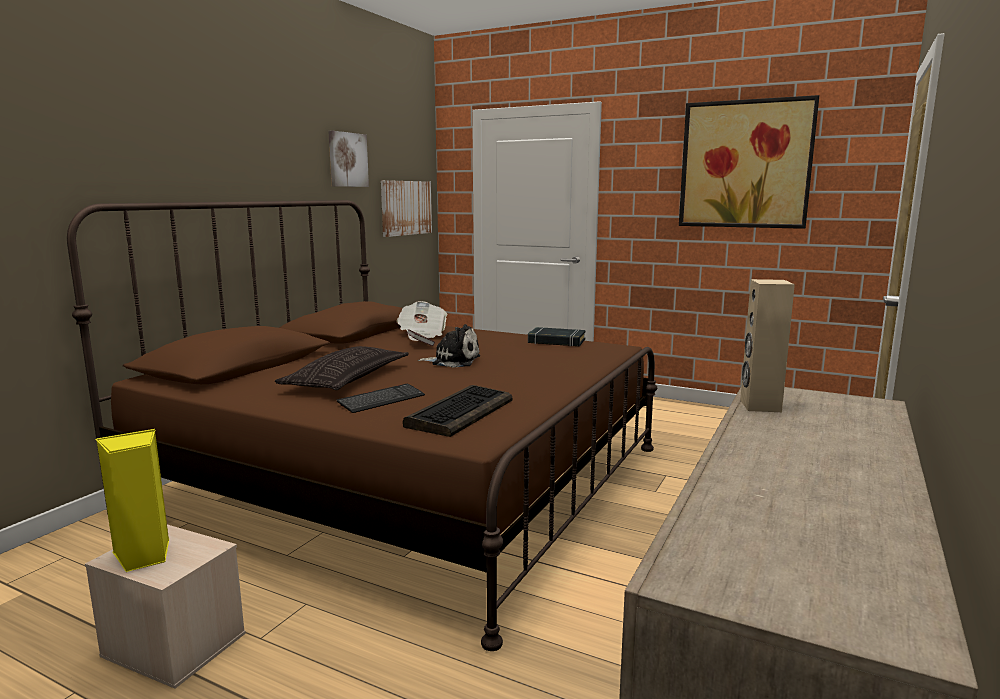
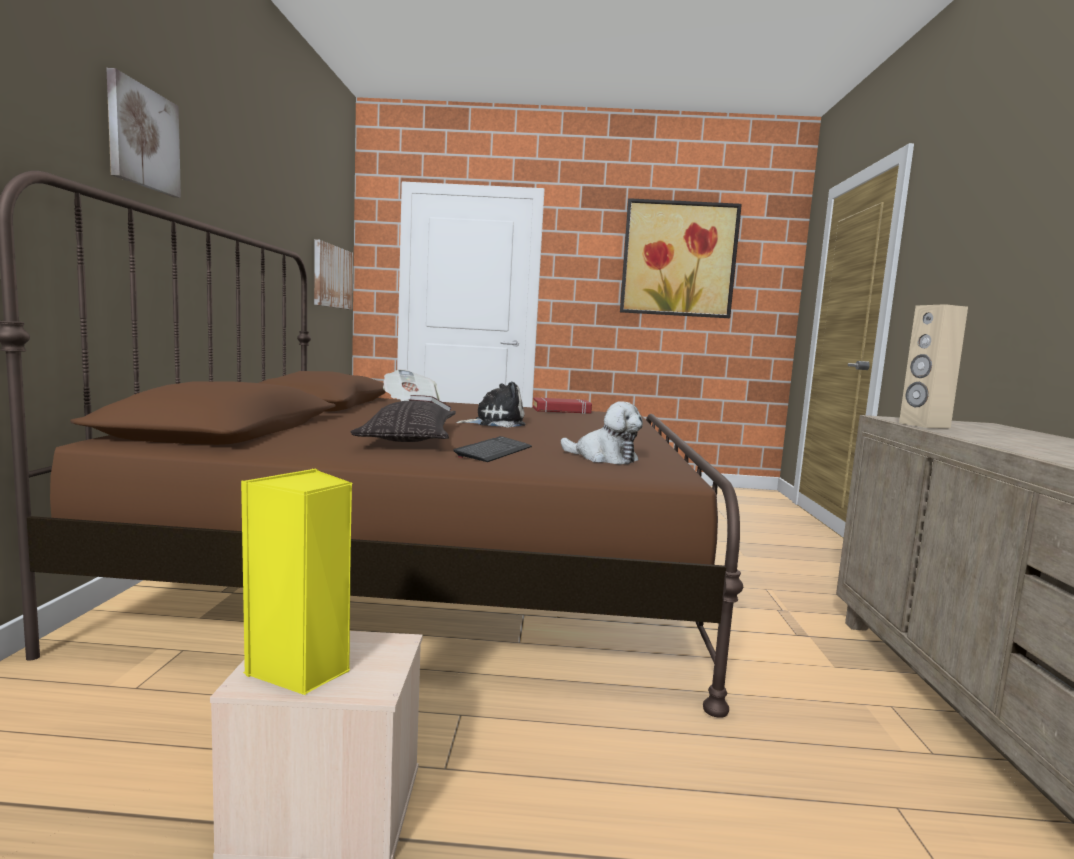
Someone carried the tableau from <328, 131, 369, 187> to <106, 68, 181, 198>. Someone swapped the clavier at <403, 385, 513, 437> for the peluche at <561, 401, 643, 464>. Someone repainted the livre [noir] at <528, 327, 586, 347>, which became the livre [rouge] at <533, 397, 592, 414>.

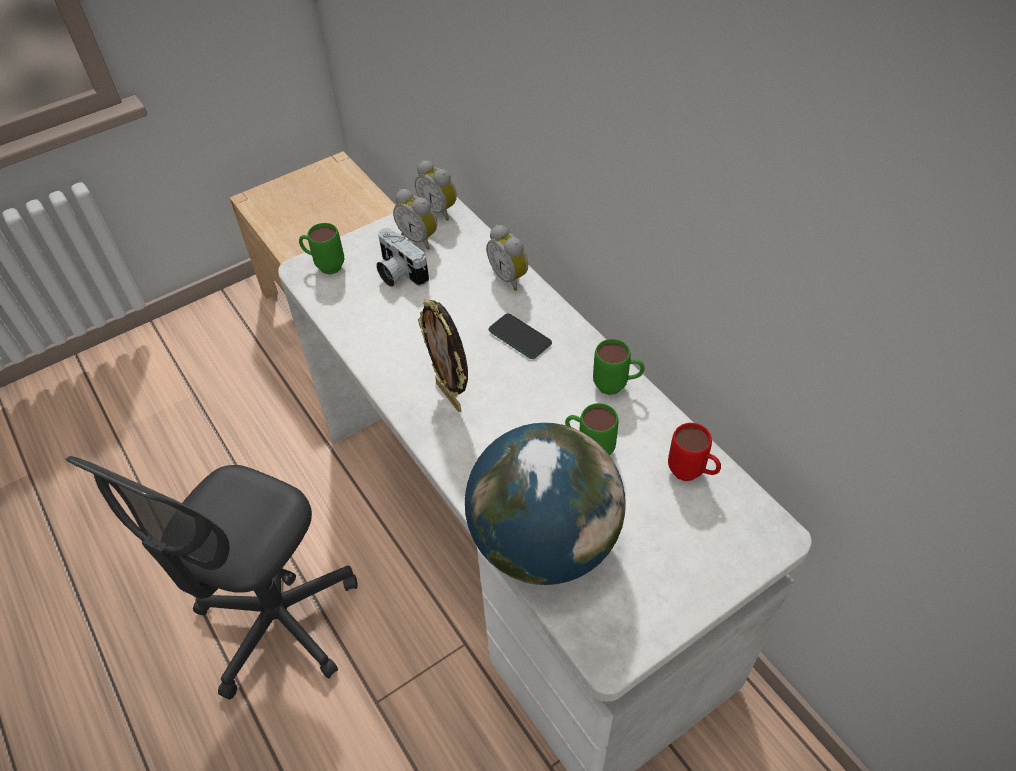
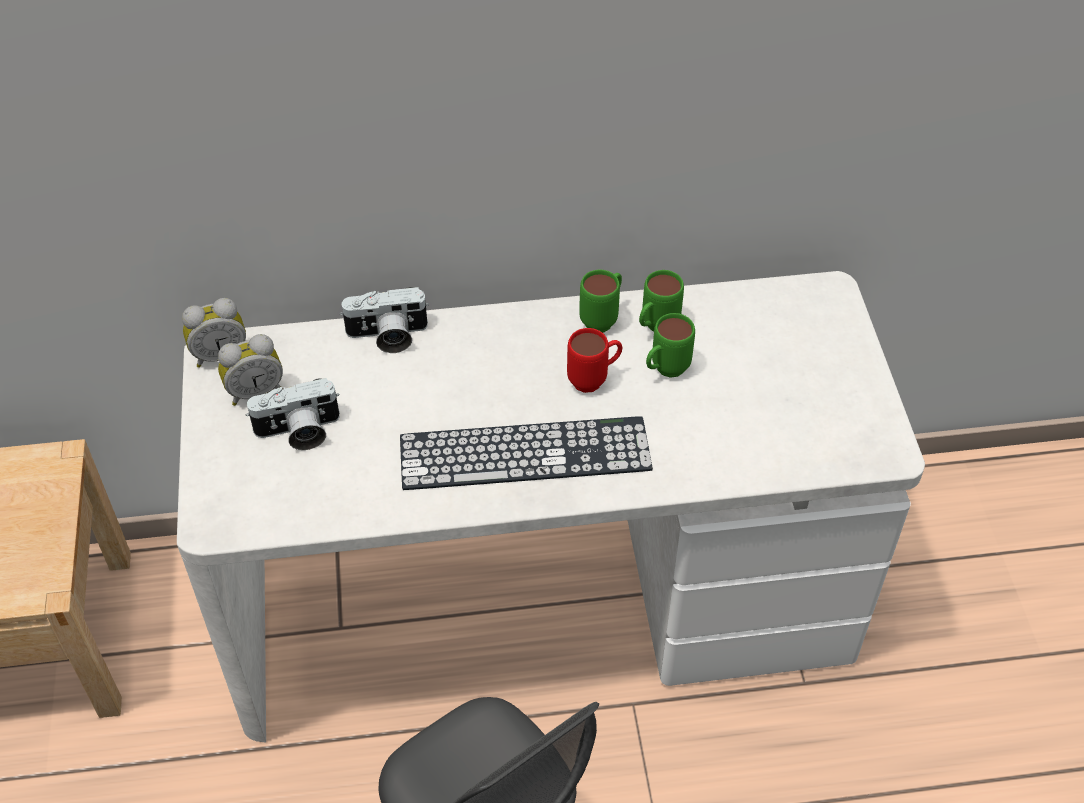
Someone carried the mug [vert] from <299, 223, 344, 274> to <639, 270, 684, 332>. Someone swapped the cadre photo at <418, 299, 468, 412> for the clavier at <400, 416, 653, 490>. Someone took away the globe at <465, 423, 625, 585>. Someone swapped the réveil at <486, 225, 528, 291> for the appareil photo at <340, 287, 429, 353>. Someone took away the téléphone at <488, 313, 552, 359>. Someone carried the mug [rouge] from <668, 423, 721, 481> to <567, 328, 622, 393>.

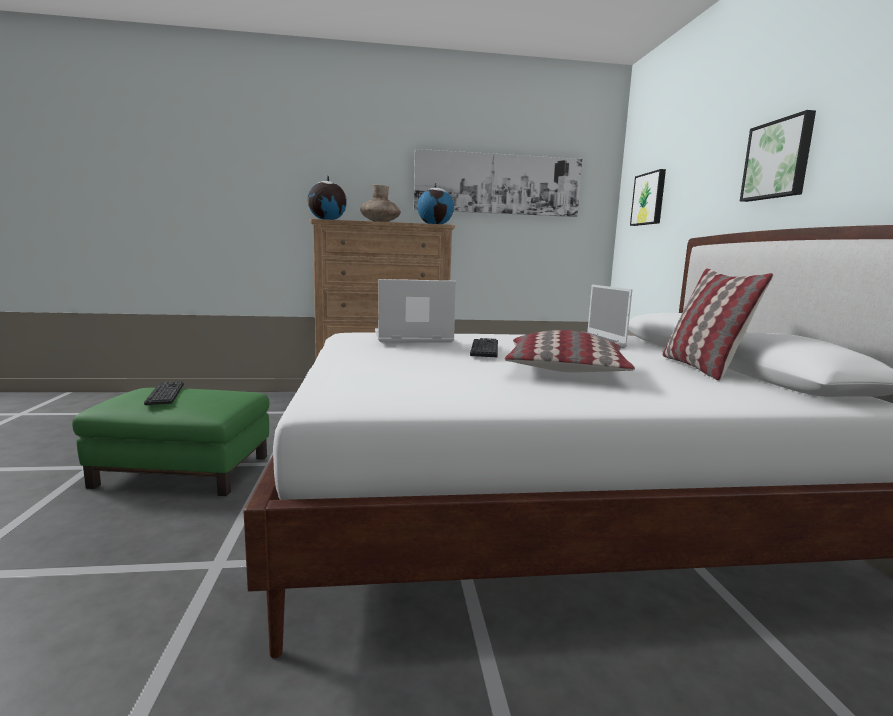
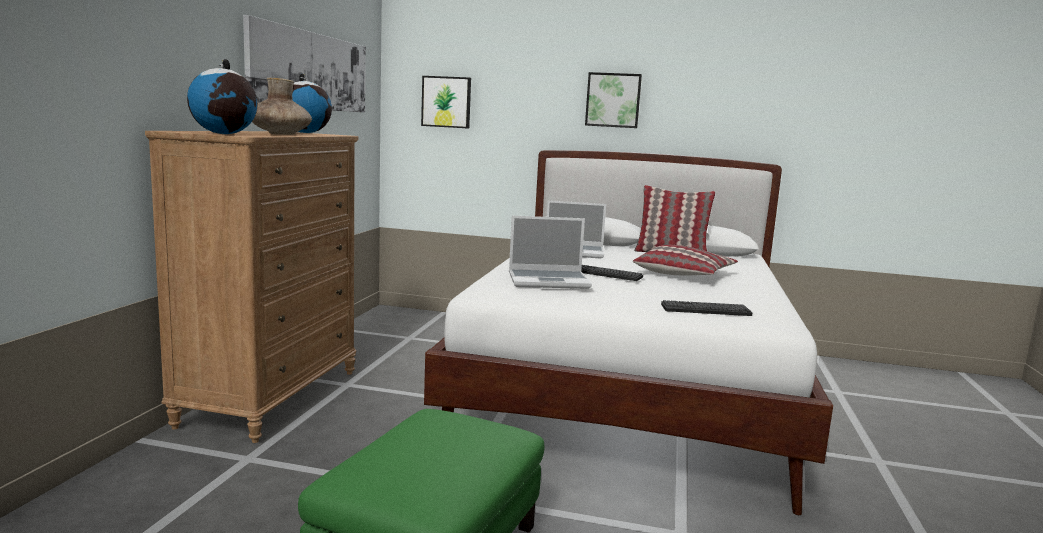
Someone carried the clavier from <144, 381, 184, 405> to <661, 300, 752, 316>. Someone rotated the ordinateur portable at <375, 279, 456, 342> by 105 degrees counterclockwise.

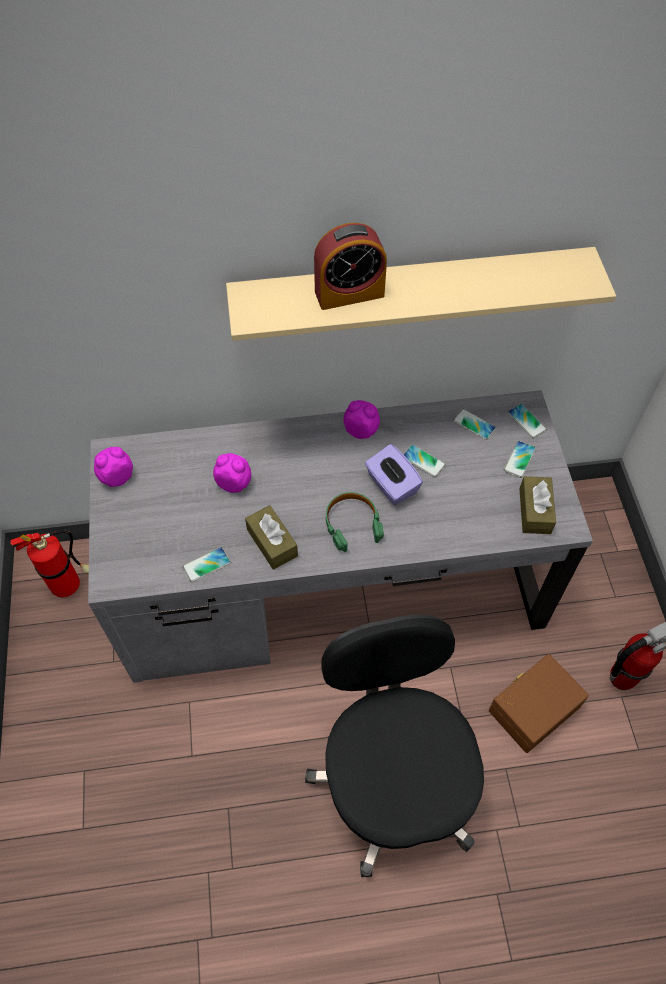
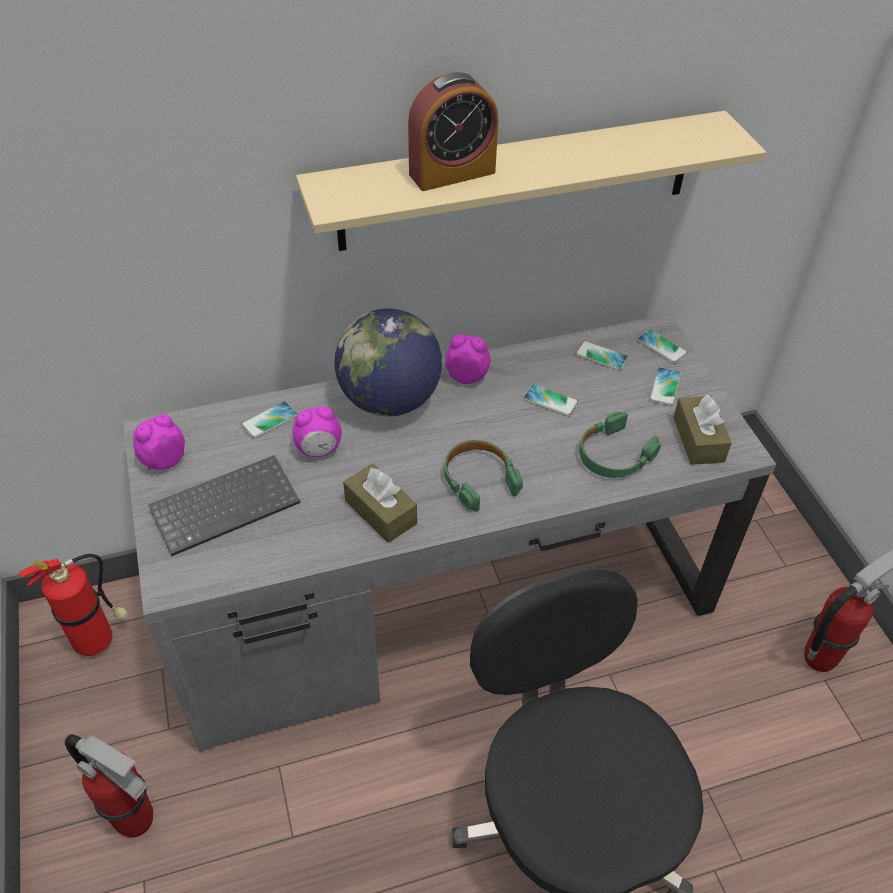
Someone carried the téléphone from <182, 547, 231, 582> to <241, 401, 298, 439>. Someone rotated the réveil at <213, 453, 251, 493> by 150 degrees clockwise. Someone took away the boîte à mouchoirs [violet] at <365, 444, 423, 505>. Someone took away the boîte de rangement [marron] at <489, 654, 589, 753>. Someone put down the extincteur at <65, 734, 153, 838>. Someone put down the clavier at <148, 455, 300, 557>. Someone put down the globe at <334, 309, 442, 417>. Someone put down the casque audio [vert] at <579, 412, 661, 478>.

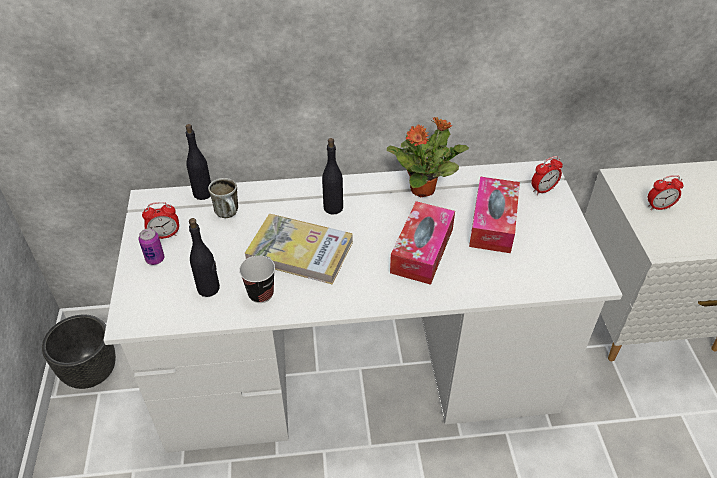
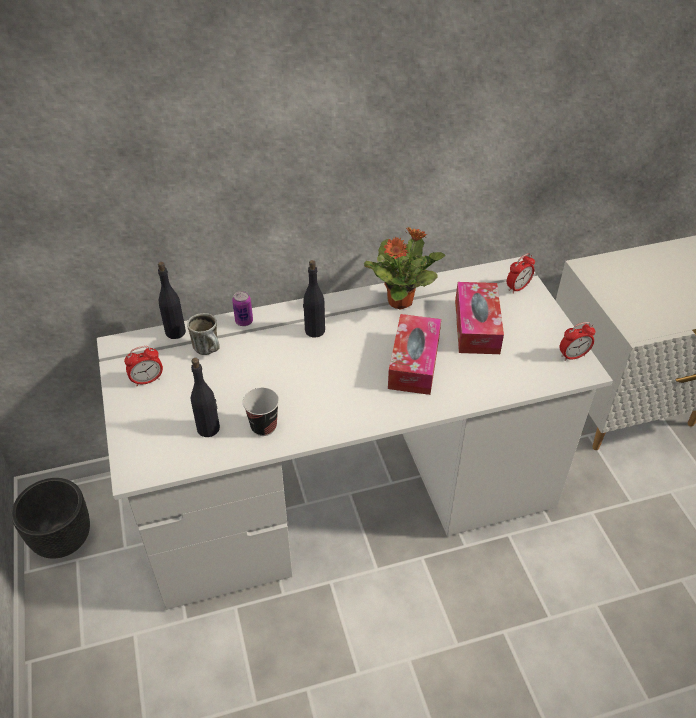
Someone carried the boîte métallique from <139, 228, 165, 265> to <232, 291, 253, 326>. Someone took away the livre at <244, 214, 353, 285>. Someone carried the réveil from <648, 175, 684, 210> to <560, 322, 596, 361>.

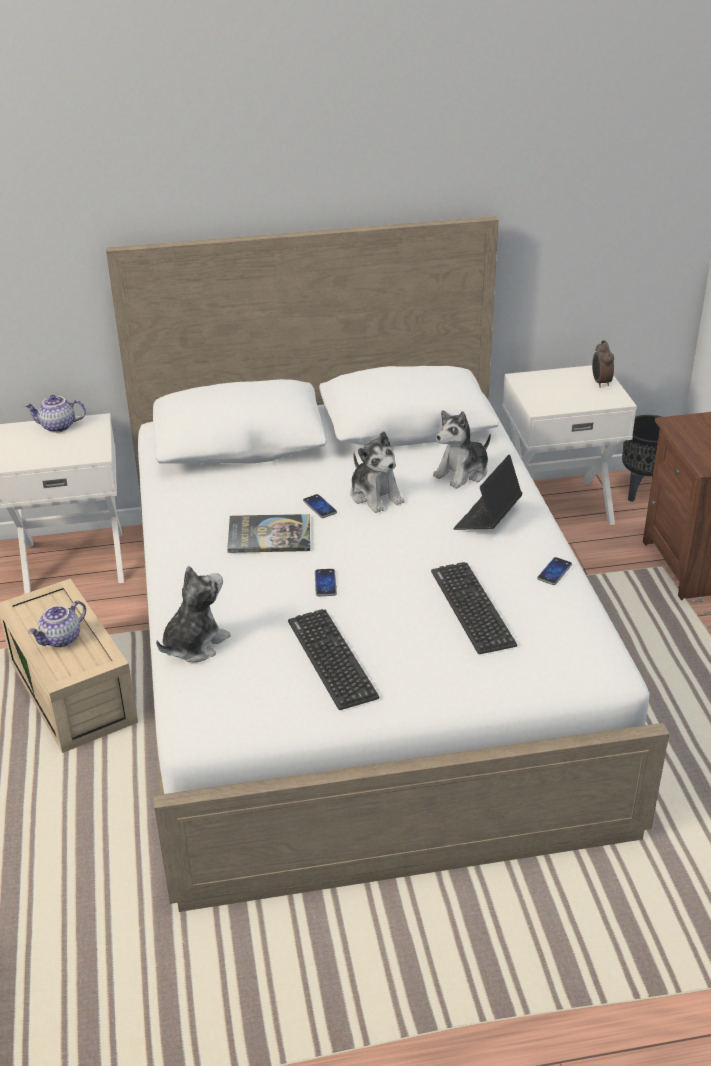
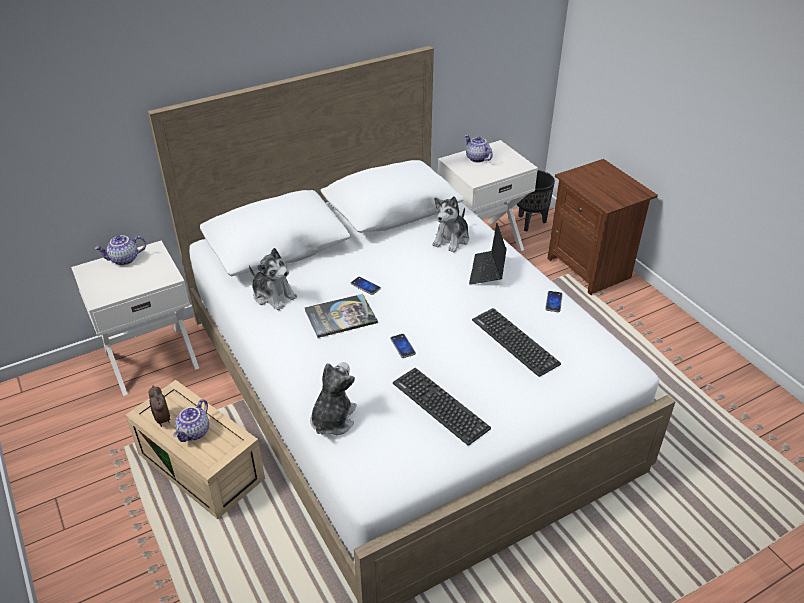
Someone carried the peluche from <350, 431, 404, 513> to <249, 248, 297, 310>. Someone carried the réveil from <592, 340, 614, 388> to <149, 385, 170, 427>. Someone put down the théière at <465, 135, 493, 163>.

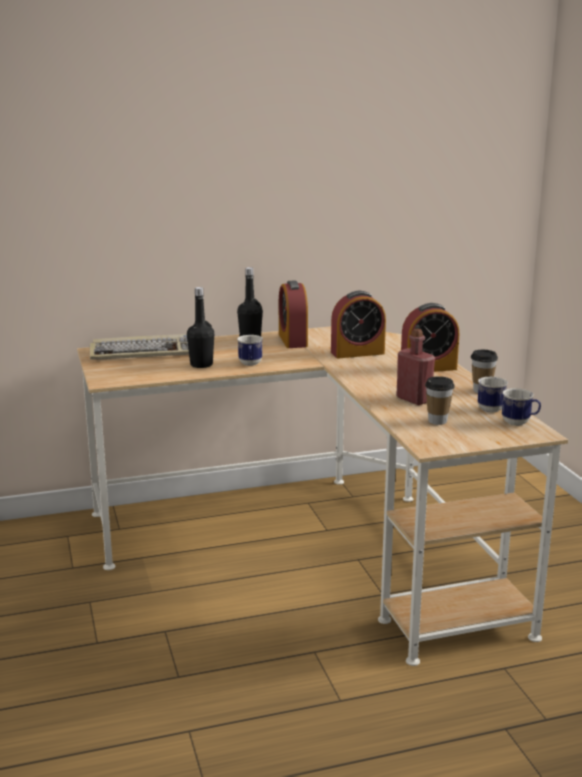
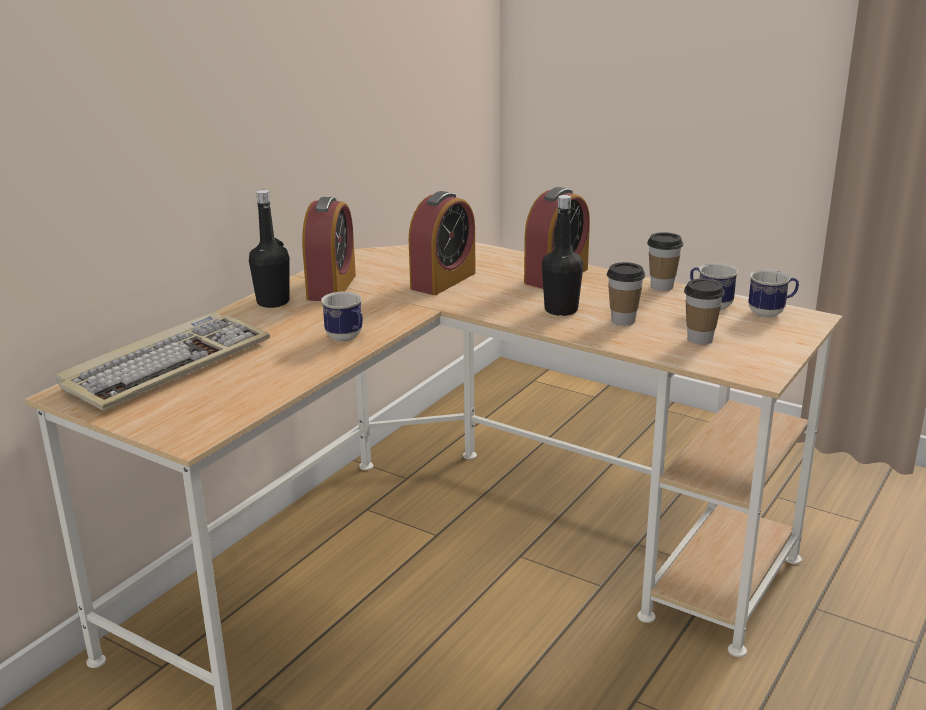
Someone carried the bouteille [noir] from <187, 287, 214, 368> to <542, 195, 583, 316>. Someone rotated the réveil at <279, 280, 308, 348> by 120 degrees counterclockwise. Someone swapped the bouteille [rouge] at <396, 328, 435, 405> for the tasse at <607, 262, 645, 325>.

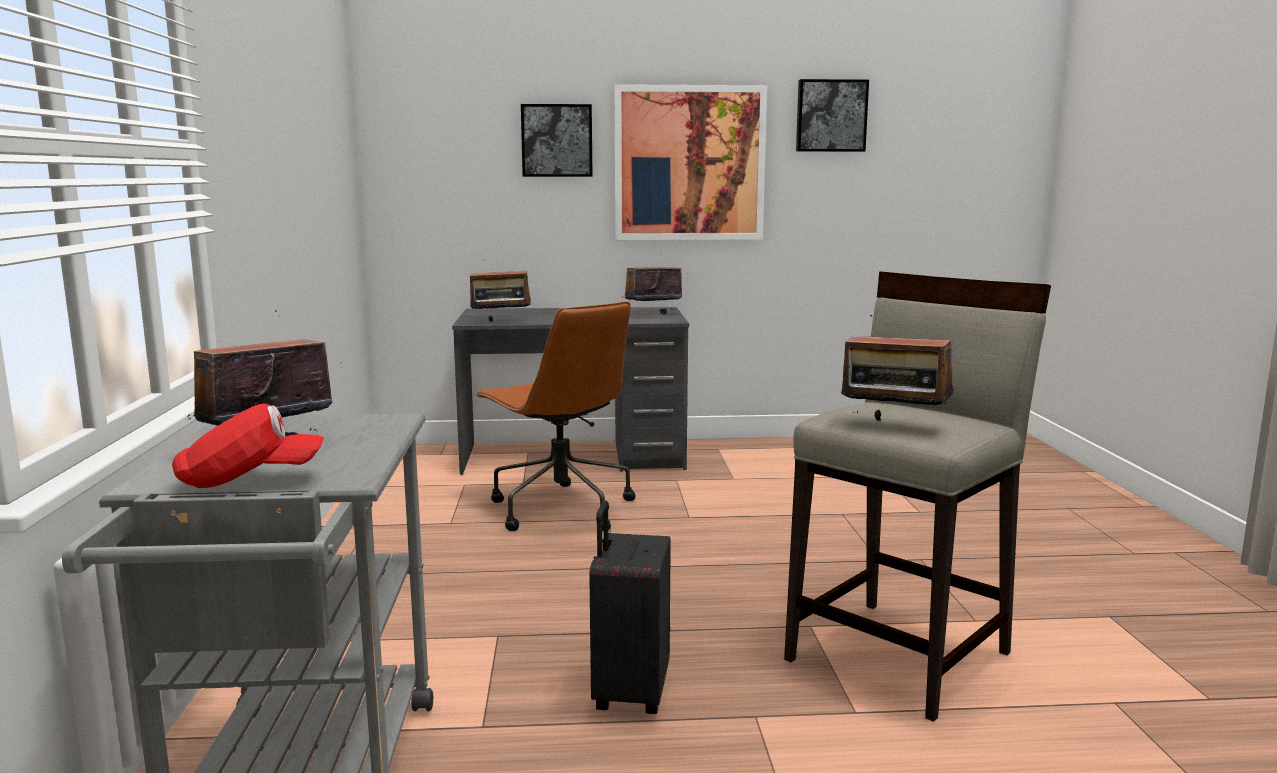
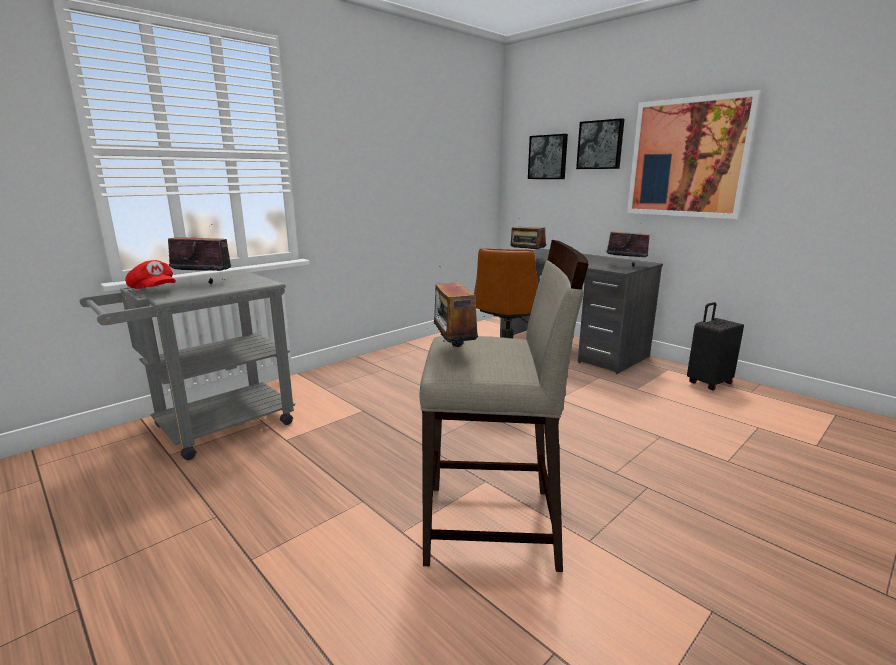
Someone carried the valise [noir] from <589, 501, 671, 714> to <687, 302, 744, 391>. Someone carried the tableau from <796, 79, 869, 152> to <528, 134, 568, 179>.

